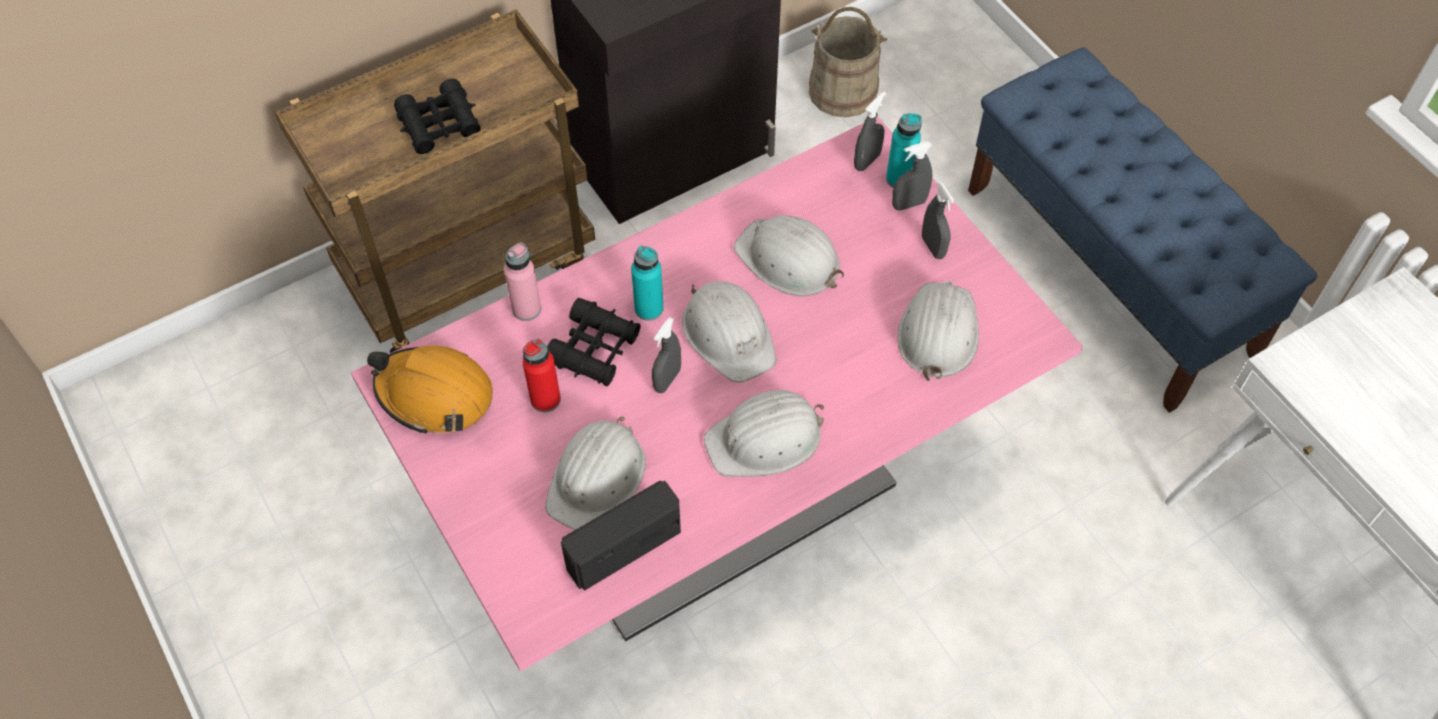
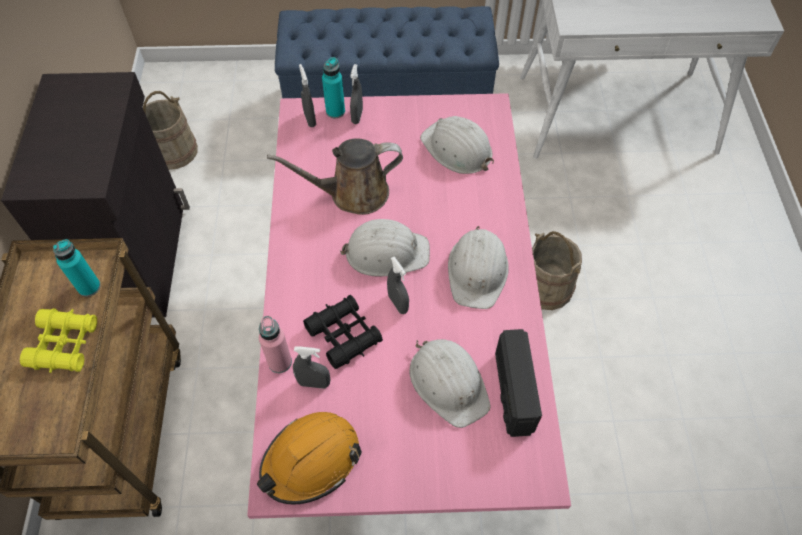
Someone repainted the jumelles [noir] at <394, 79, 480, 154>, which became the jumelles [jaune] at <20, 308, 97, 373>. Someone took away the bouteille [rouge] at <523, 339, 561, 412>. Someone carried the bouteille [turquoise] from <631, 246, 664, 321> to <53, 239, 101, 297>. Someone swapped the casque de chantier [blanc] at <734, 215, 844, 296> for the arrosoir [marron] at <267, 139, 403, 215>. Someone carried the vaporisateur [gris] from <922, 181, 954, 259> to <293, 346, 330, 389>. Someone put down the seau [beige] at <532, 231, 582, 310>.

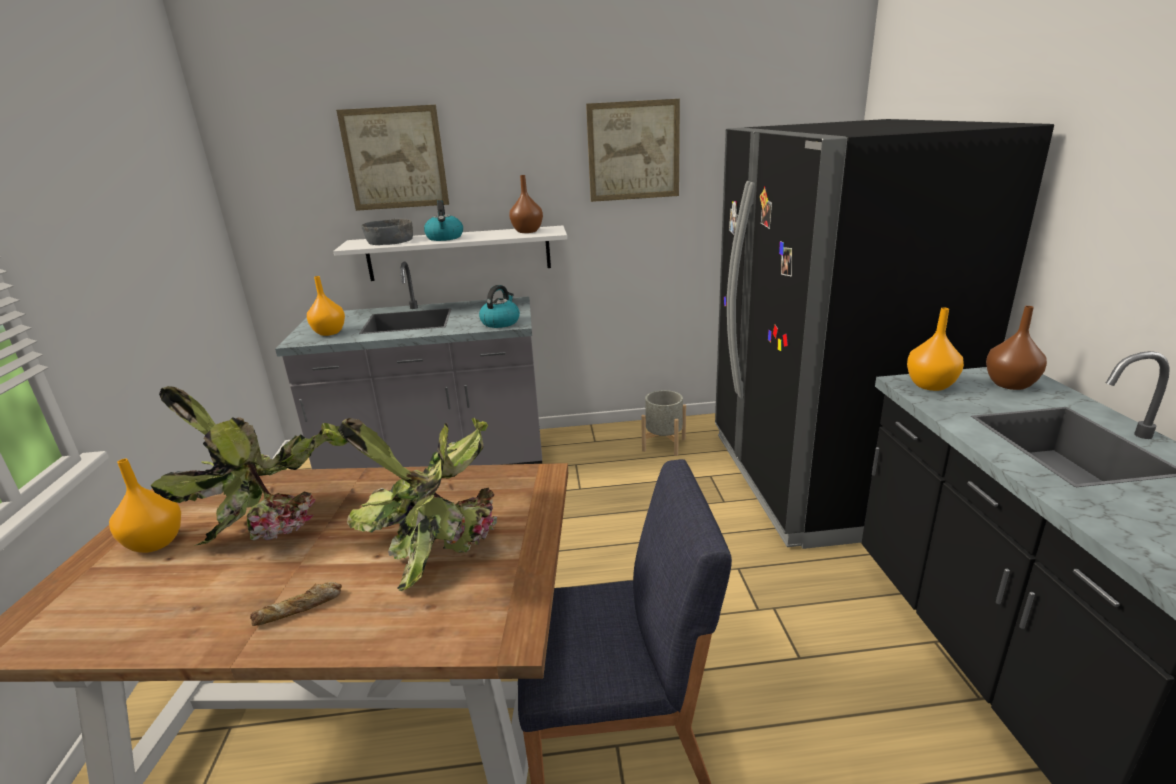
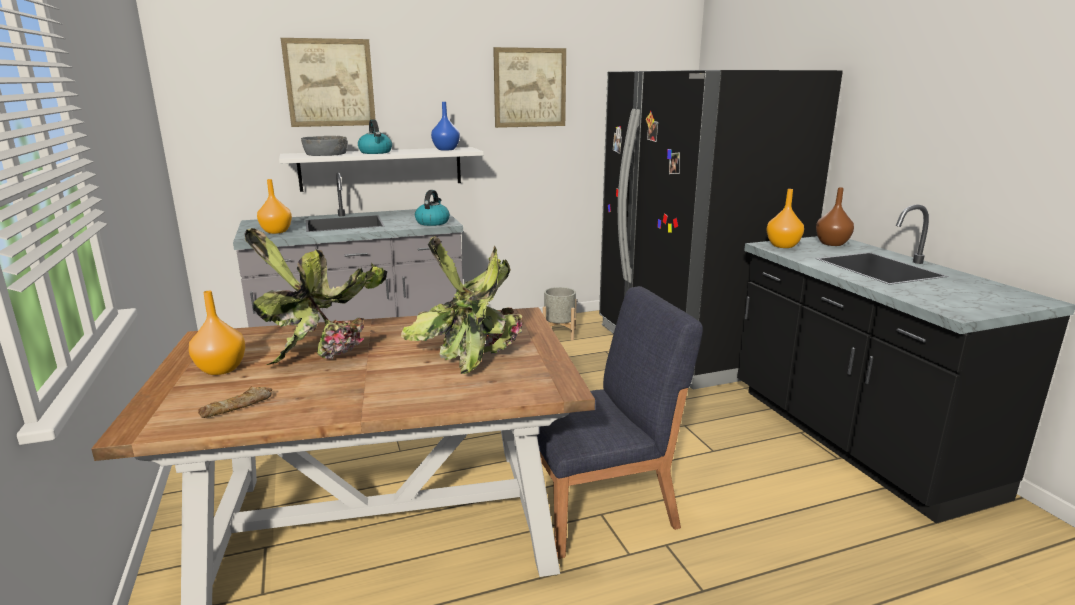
Someone carried the pain from <250, 582, 342, 626> to <198, 387, 272, 418>. Someone repainted the vase [marron] at <509, 175, 543, 233>, which became the vase [bleu] at <431, 102, 460, 150>.

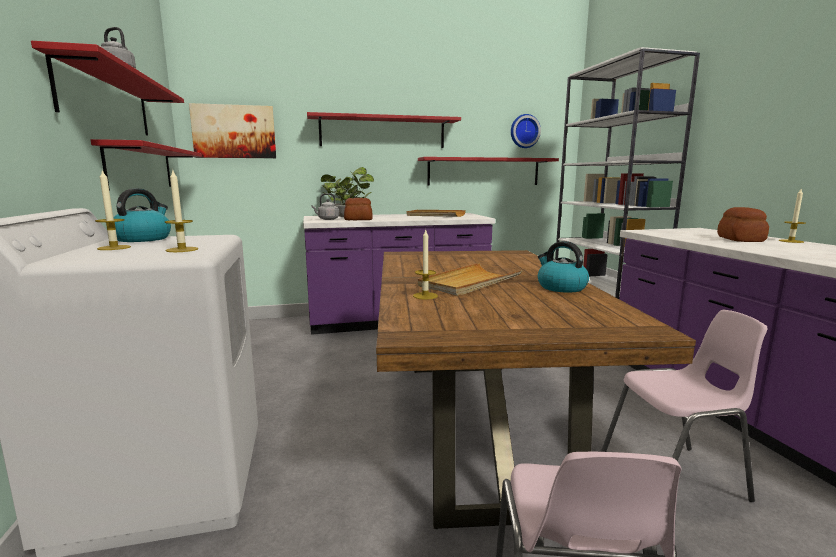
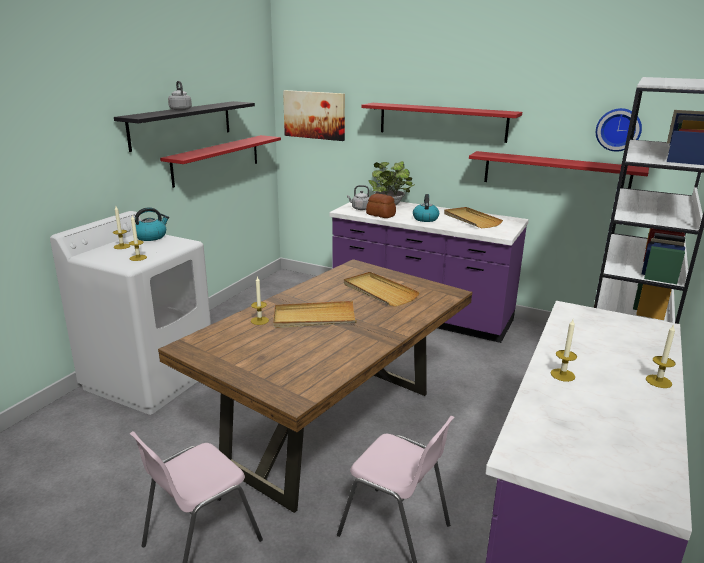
Someone repainted the étagère [rouge] at <31, 41, 184, 135>, which became the étagère [noir] at <114, 101, 255, 152>. Someone carried the bouilloire from <538, 241, 589, 293> to <413, 194, 439, 222>. Someone took away the pain at <717, 207, 769, 242>. Someone put down the plateau [beige] at <344, 272, 420, 307>. Someone put down the bougie at <551, 319, 577, 382>.

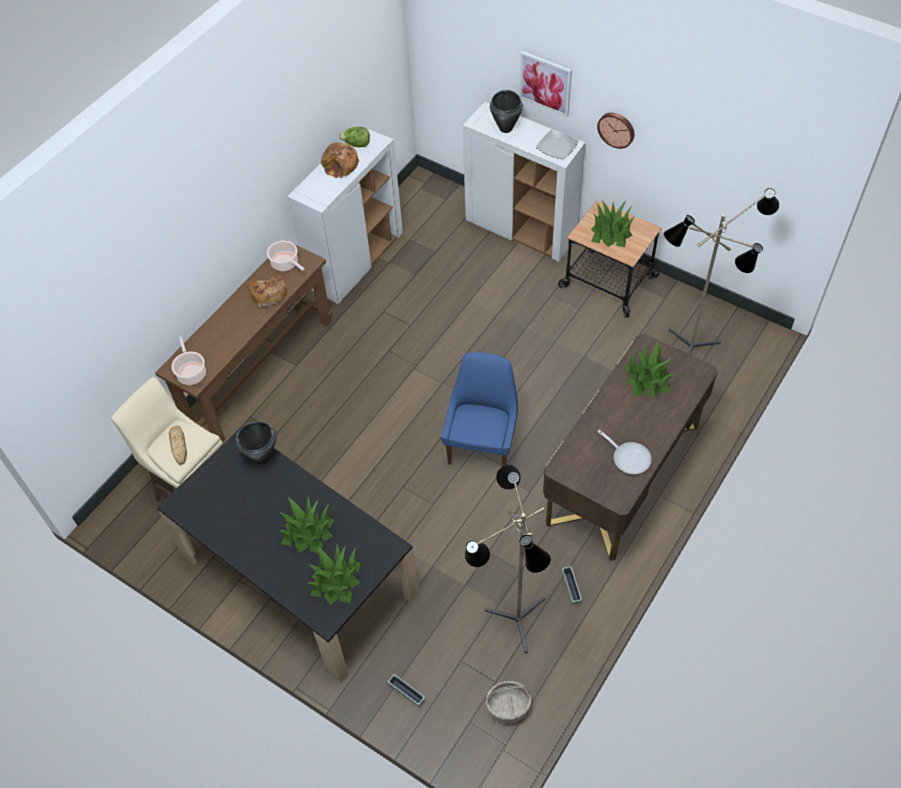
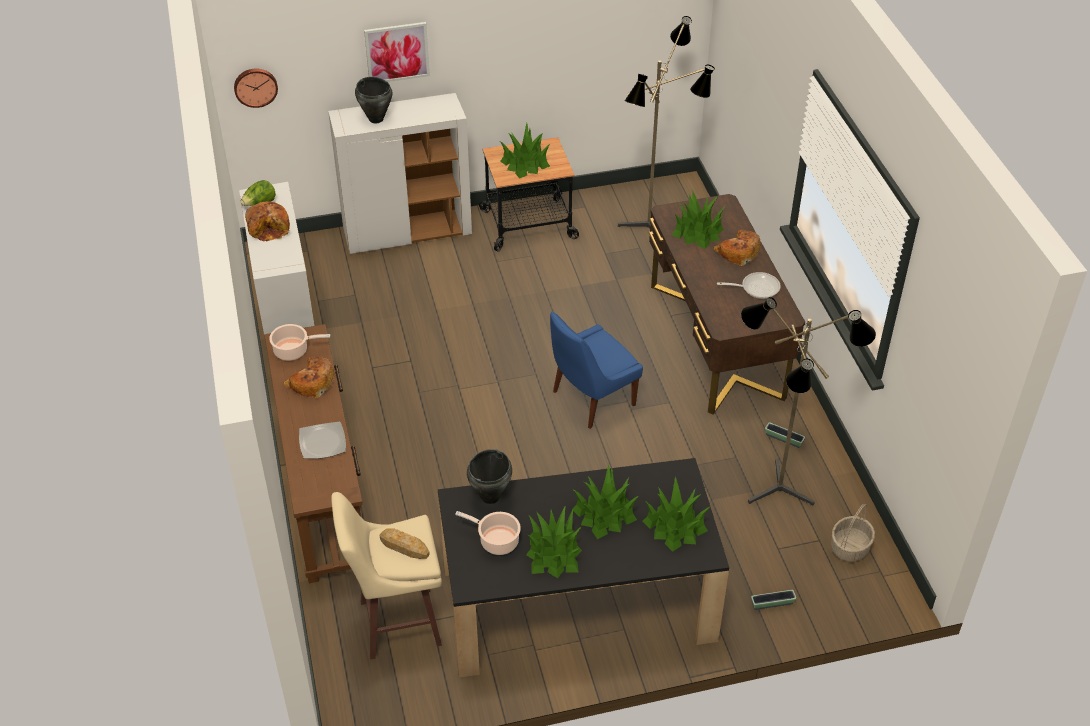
Someone carried the marmite from <171, 336, 206, 385> to <455, 511, 521, 555>. Someone rotated the chaise [bleu] at <441, 352, 518, 466> by 90 degrees counterclockwise. Someone carried the assiette from <536, 129, 579, 159> to <299, 422, 346, 459>. Someone carried the horloge murale from <597, 113, 634, 149> to <234, 68, 278, 108>. Someone put down the plante en pot at <526, 505, 582, 578>. Someone put down the pain at <714, 230, 760, 266>.

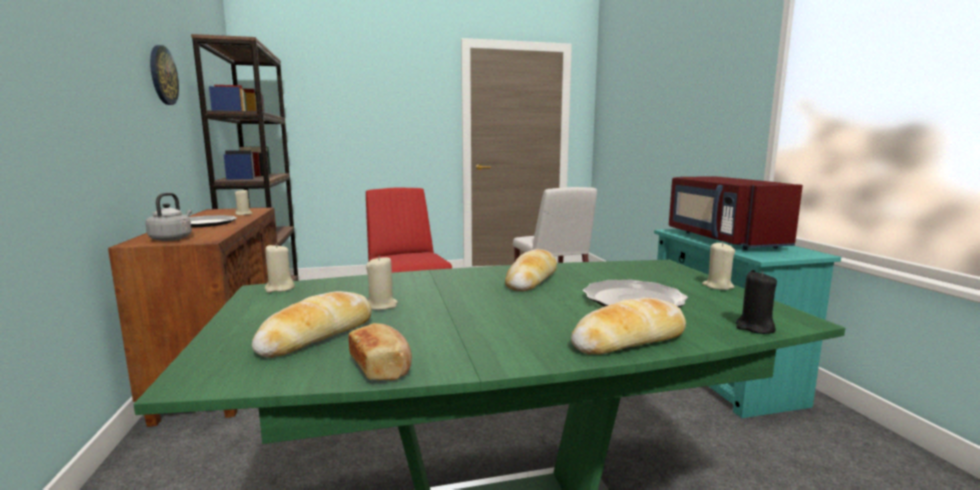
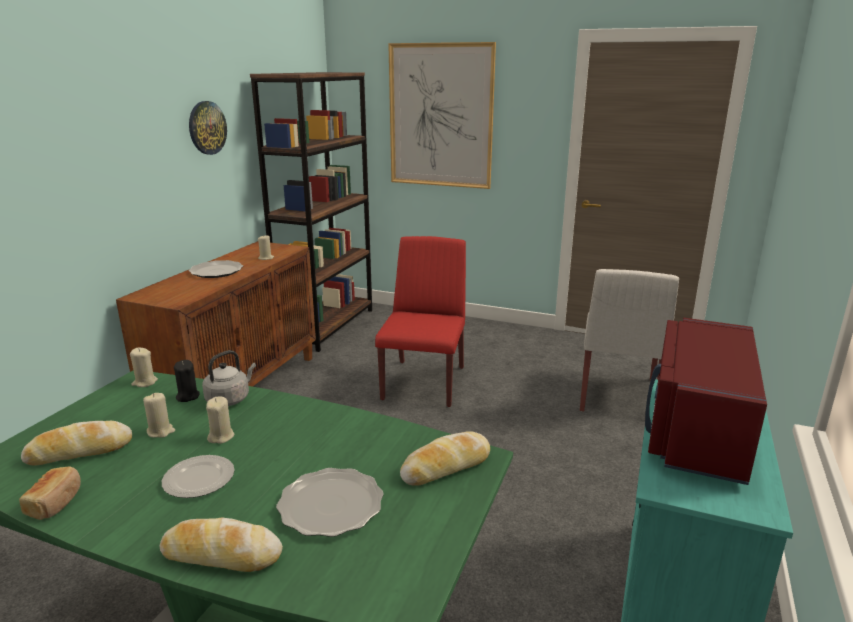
Someone carried the bouilloire [gris] from <146, 193, 192, 241> to <202, 350, 256, 406>. Someone carried the pain from <505, 249, 557, 291> to <400, 431, 490, 486>. Someone carried the bougie [beige] from <702, 242, 735, 290> to <206, 396, 234, 444>. Someone carried the bougie [noir] from <736, 271, 777, 334> to <174, 360, 200, 402>. Someone put down the assiette at <162, 455, 235, 498>. Someone put up the tableau at <388, 42, 496, 189>.

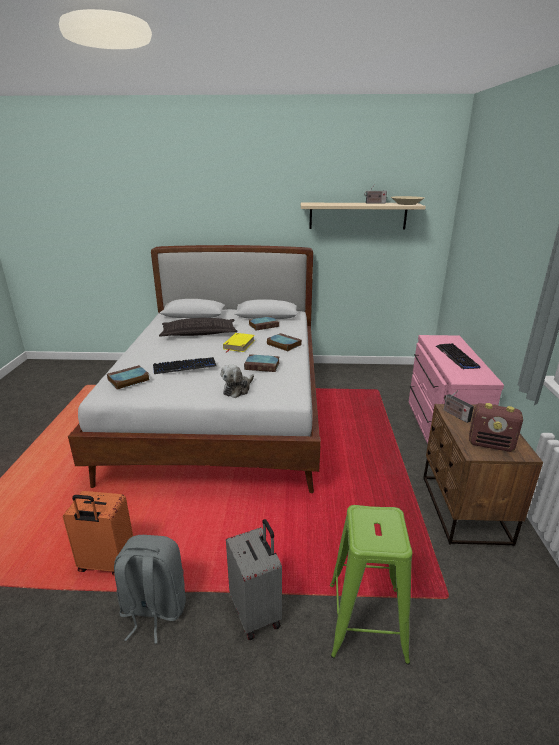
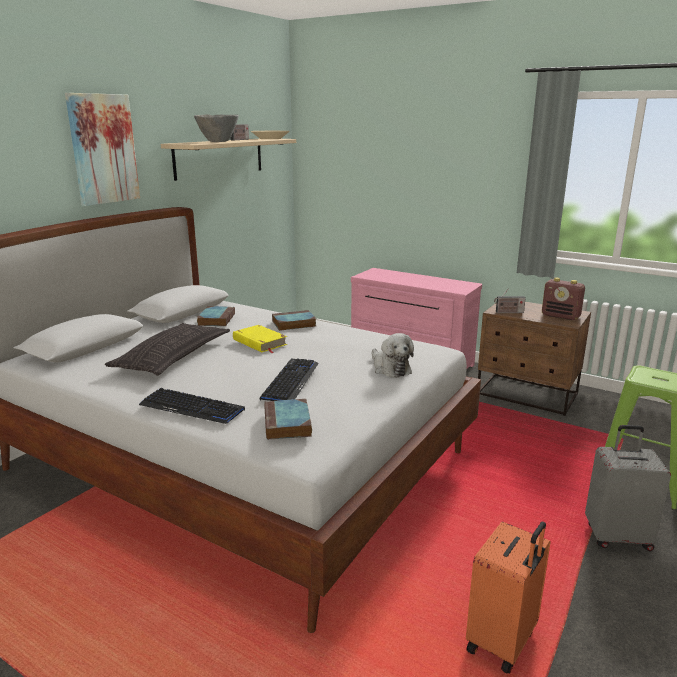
Someone took away the sac à dos [gris] at <114, 535, 186, 644>. Someone took away the livre at <244, 354, 280, 372>. Someone carried the clavier from <436, 343, 480, 369> to <139, 388, 245, 424>. Someone rotated the radio at <469, 403, 523, 452> by 75 degrees clockwise. Someone put up the tableau at <65, 93, 140, 206>. Someone put down the bol [gris] at <194, 114, 239, 142>.

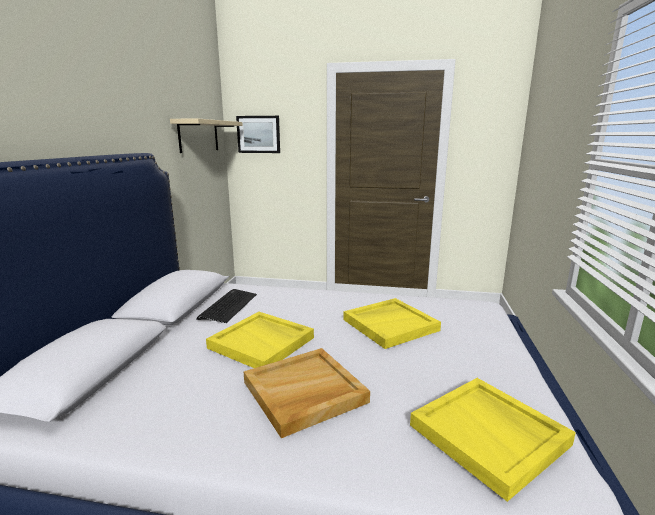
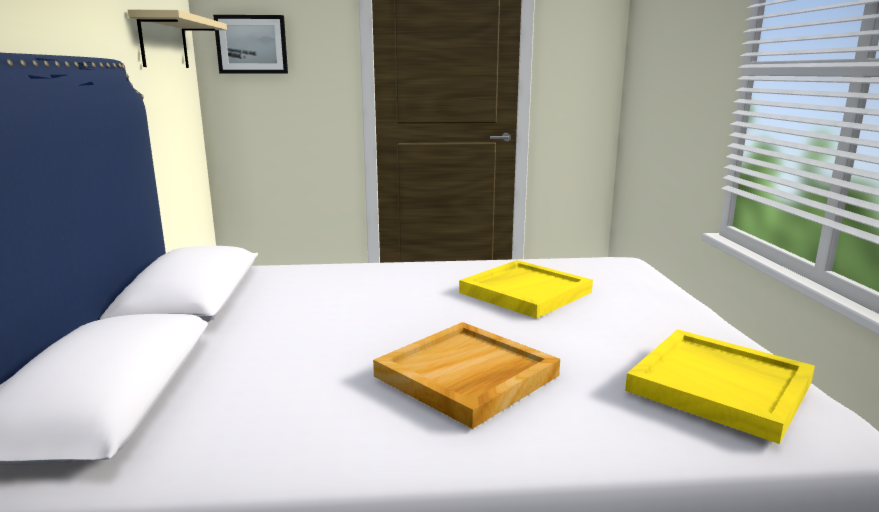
Someone took away the clavier at <196, 289, 257, 323>. Someone took away the plateau [jaune] at <206, 312, 314, 368>.

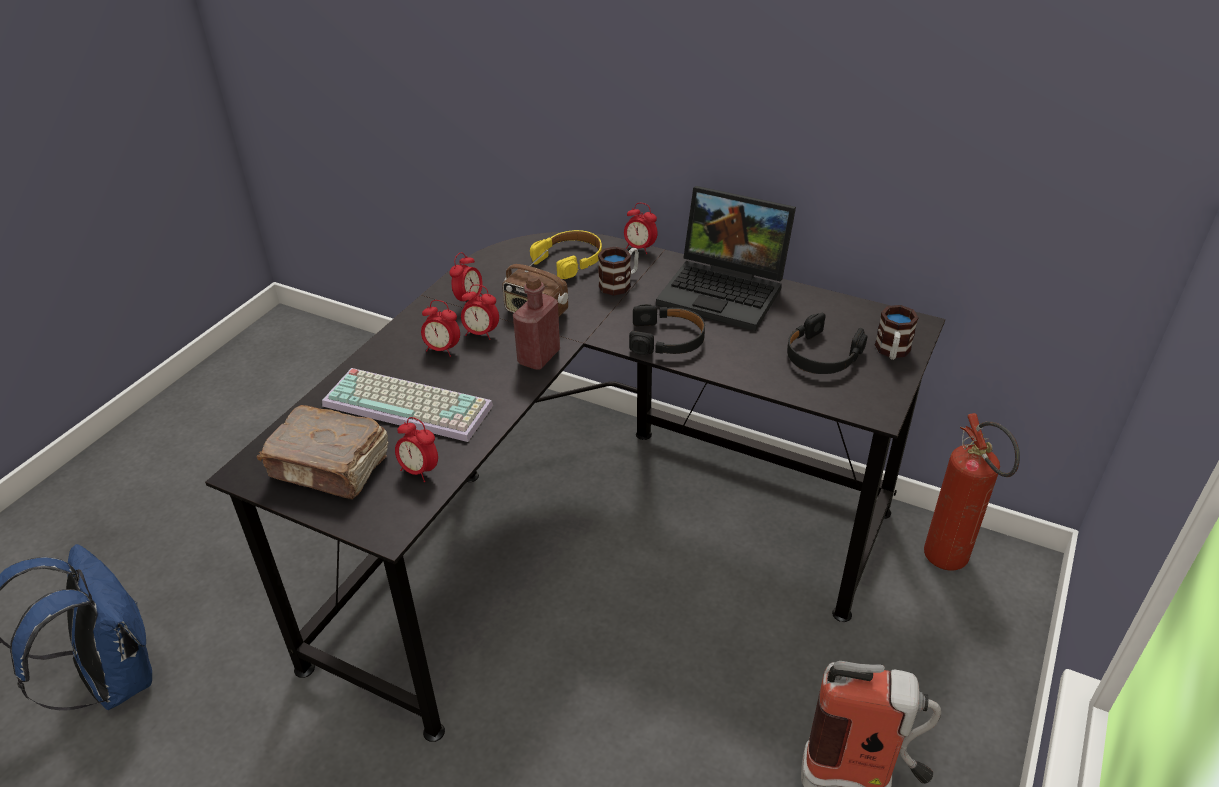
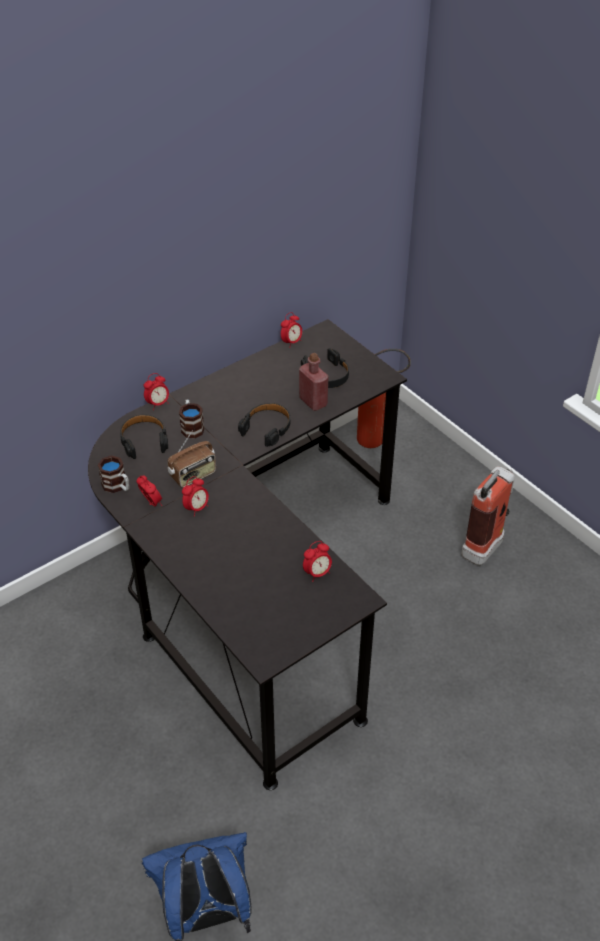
Someone took away the livre [marron] at <257, 405, 388, 499>. Someone took away the clavier at <322, 368, 493, 442>. Someone carried the réveil from <421, 300, 460, 357> to <281, 312, 302, 348>. Someone carried the bouteille [rouge] from <513, 276, 560, 370> to <299, 353, 329, 411>. Someone repainted the casque audio [jaune] at <530, 230, 602, 279>, which became the casque audio [noir] at <120, 414, 168, 459>. Someone took away the ordinateur portable at <656, 186, 796, 331>. Someone carried the mug from <875, 305, 919, 360> to <98, 455, 129, 493>.

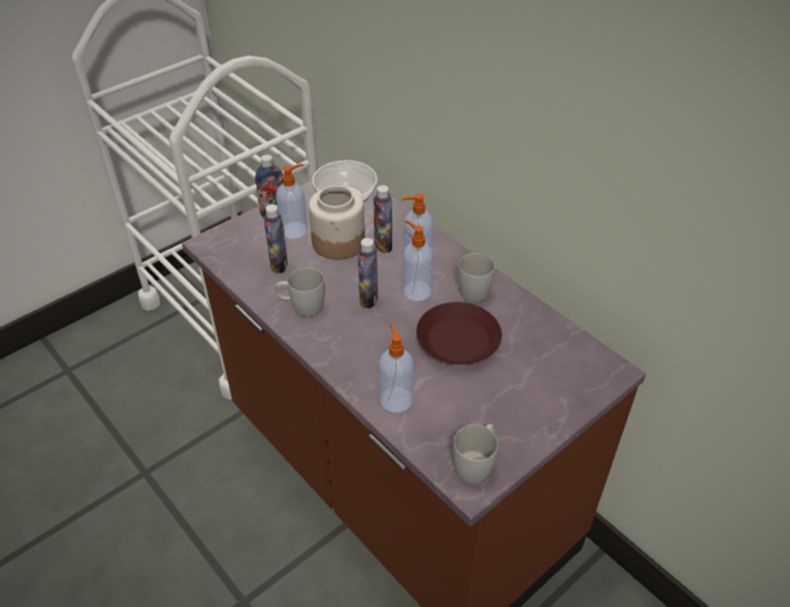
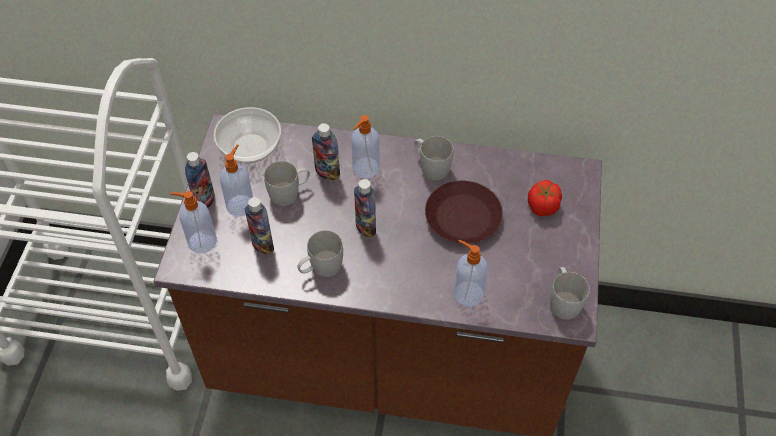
Someone swapped the bocal at <309, 186, 365, 260> for the mug [blanc] at <264, 161, 310, 206>. Someone carried the distributeur de savon from <403, 220, 434, 301> to <170, 191, 217, 254>. Someone put down the tomate at <528, 180, 562, 216>.

